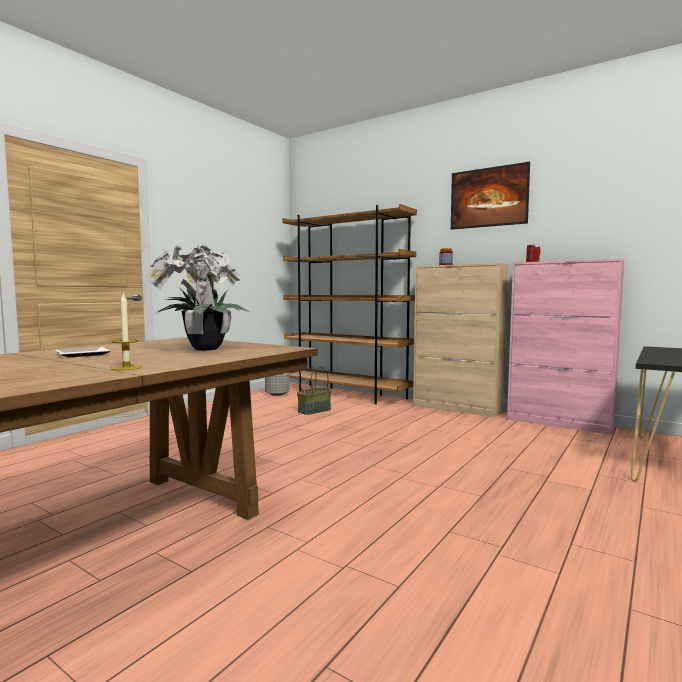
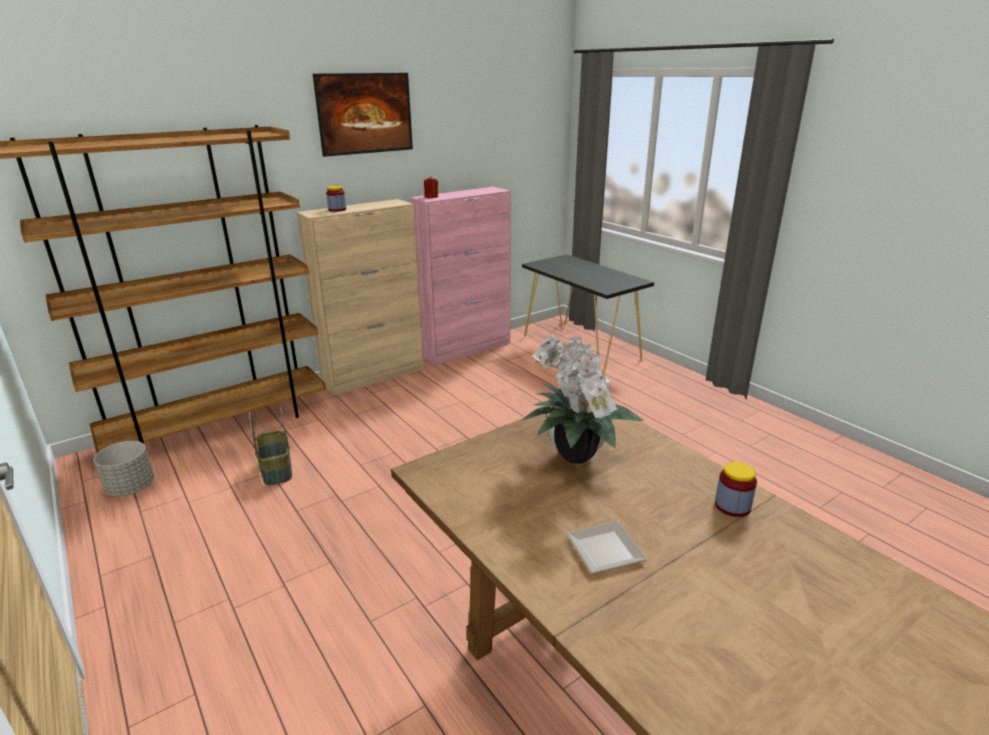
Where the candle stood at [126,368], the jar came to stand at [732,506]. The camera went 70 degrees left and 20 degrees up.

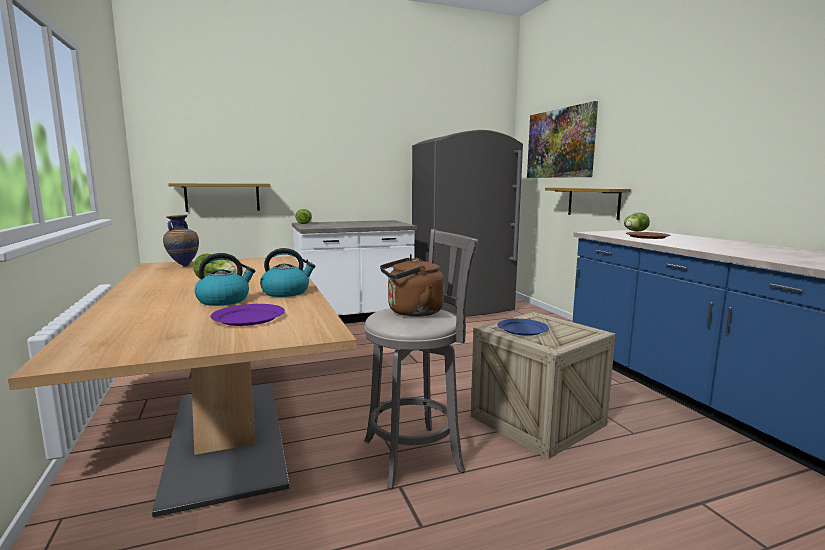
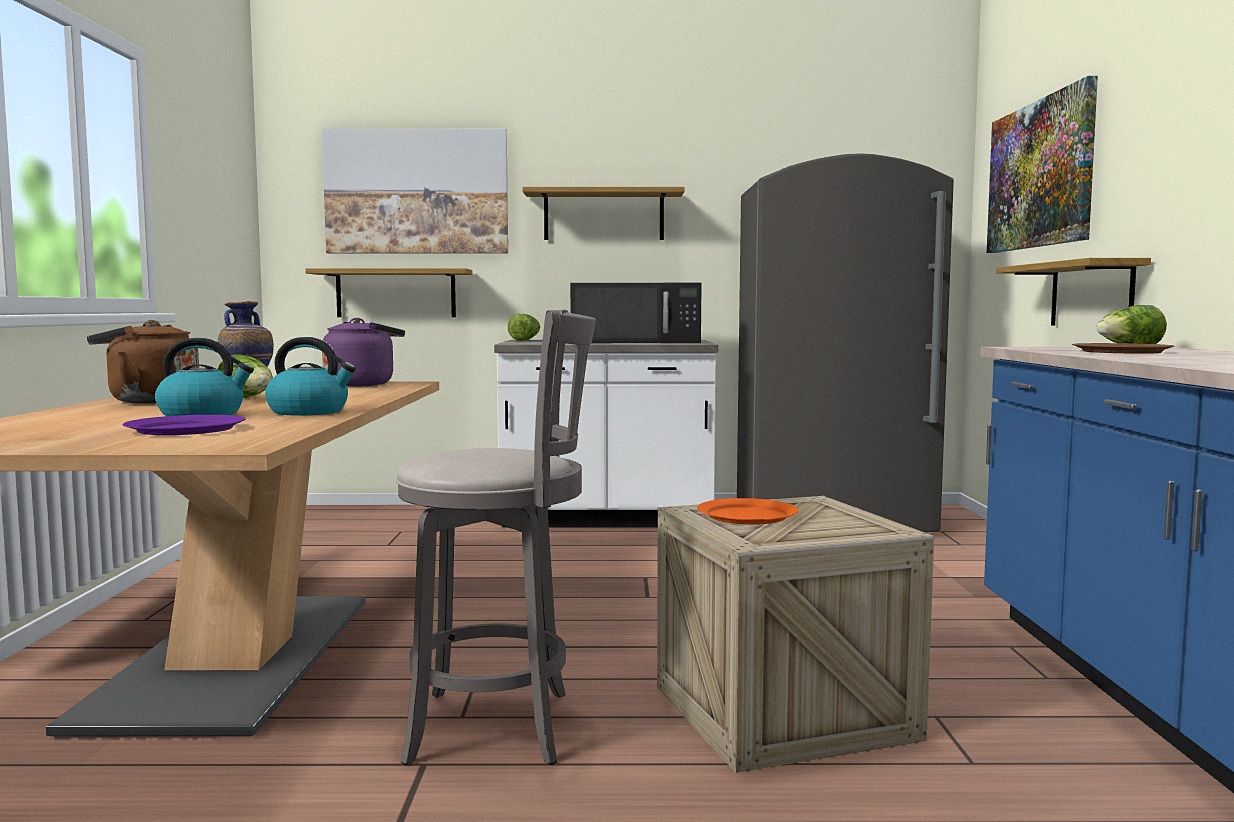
The kettle in brown ended up elsewhere, having gone from [411,312] to [148,401]. What was the plate in blue at [522,329] turned into the plate in orange at [746,516]. The second view gained the picture at [417,192]. The second view gained the shelf at [603,216]. The second view gained the microwave in black at [639,341]. The second view gained the kettle in purple at [363,384]. The camera went 20 degrees right and 5 degrees down.

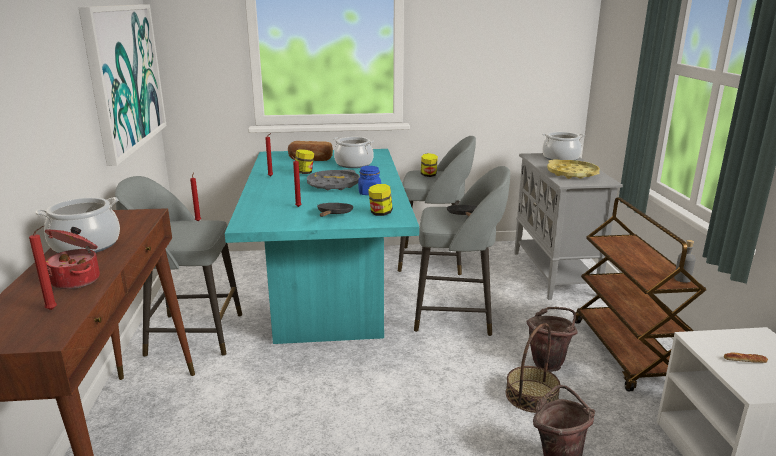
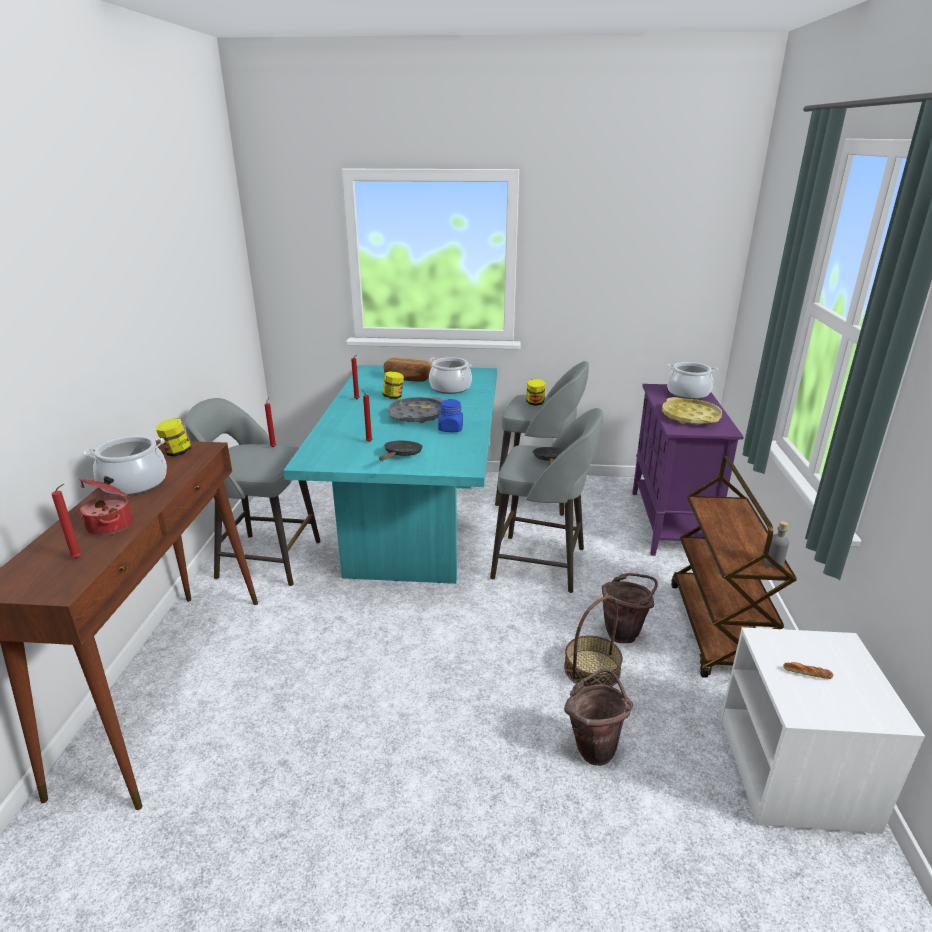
The second view lost the picture at [125,77]. What was the cabinet in grey at [555,274] turned into the cabinet in purple at [670,523]. The jar ended up elsewhere, having gone from [380,213] to [177,452]. The camera went 10 degrees right and 5 degrees up.

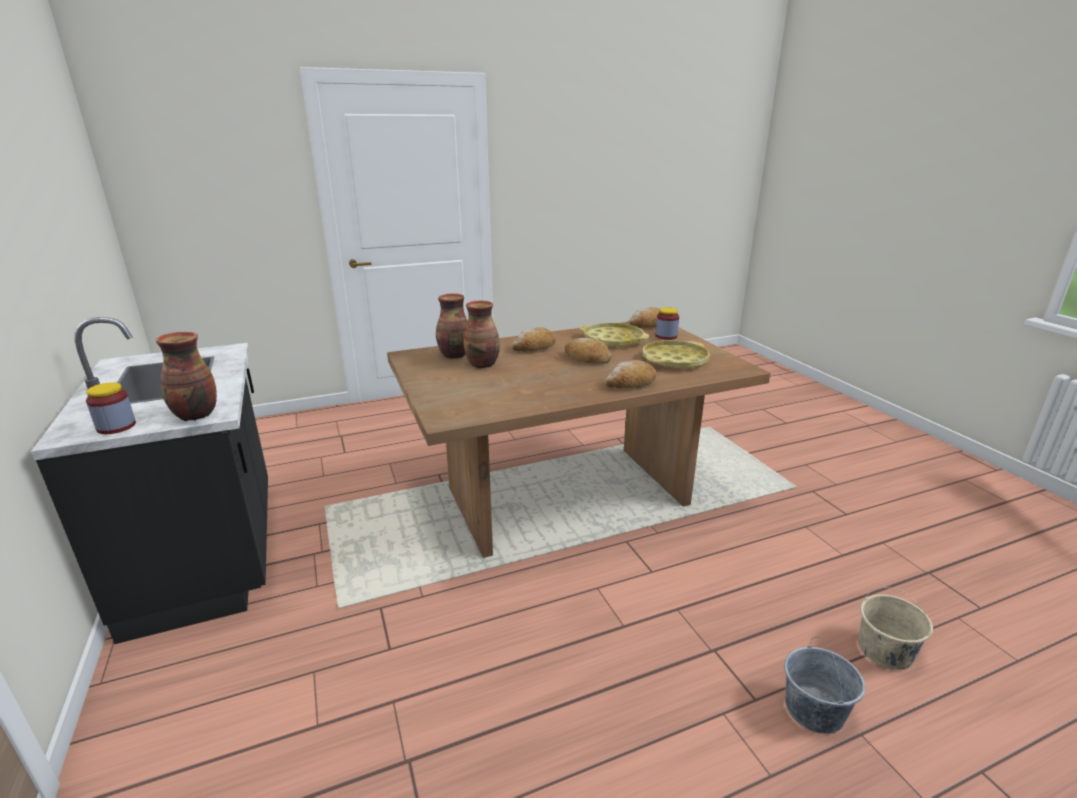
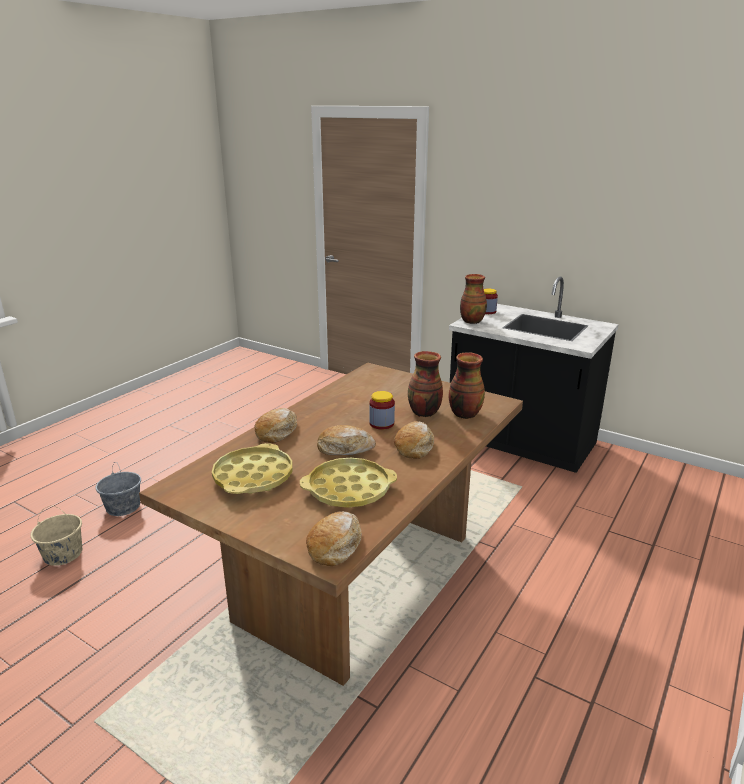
The jar ended up elsewhere, having gone from [666,336] to [381,423]. The camera went 145 degrees right and 0 degrees up.

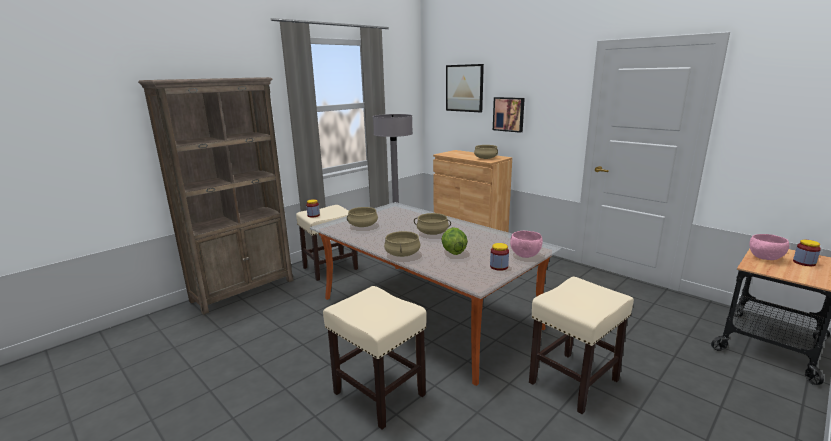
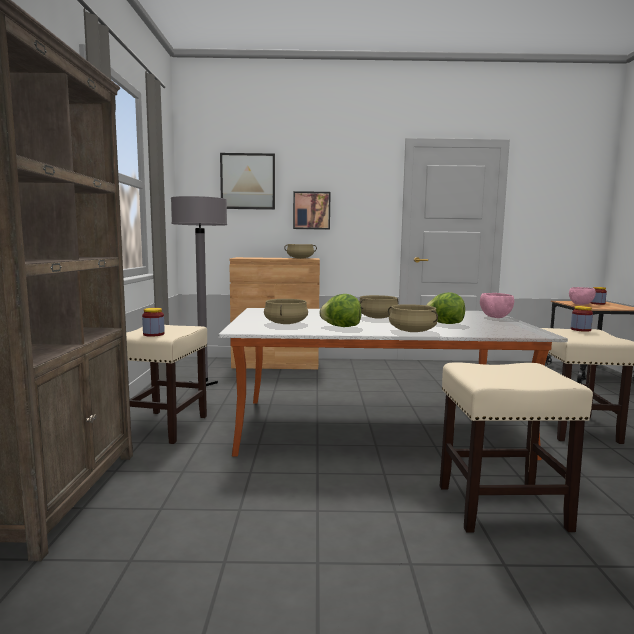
The jar ended up elsewhere, having gone from [499,266] to [580,330]. The second view gained the lettuce at [341,327]. The camera went 45 degrees left and 10 degrees down.

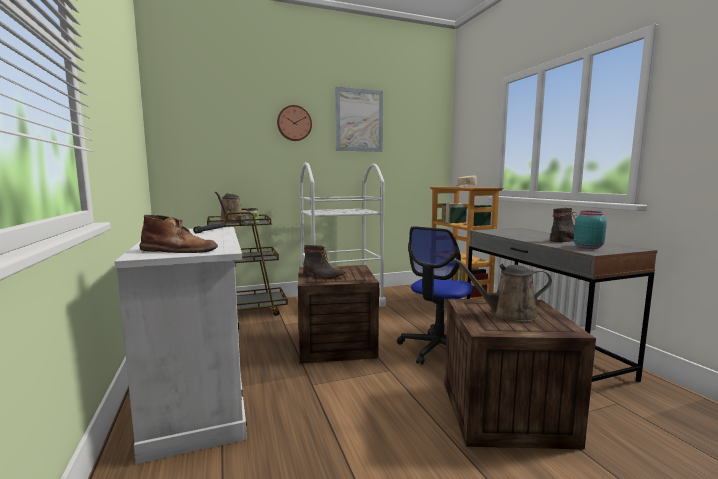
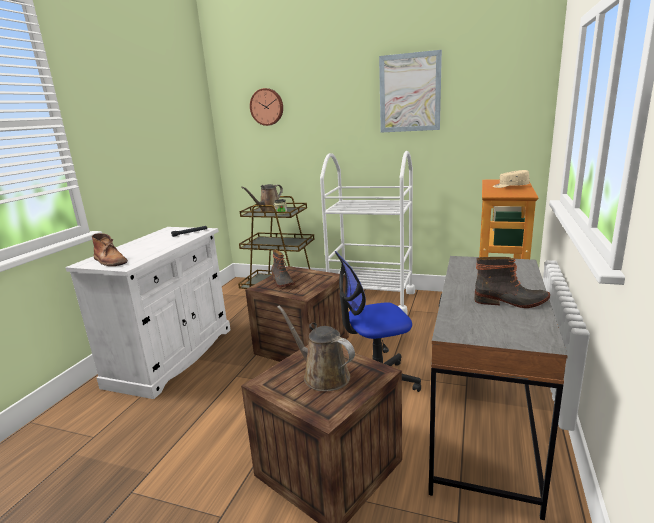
The wall clock ended up elsewhere, having gone from [294,123] to [267,107]. The second view lost the jar in turquoise at [587,247]. The camera went 40 degrees right and 10 degrees up.

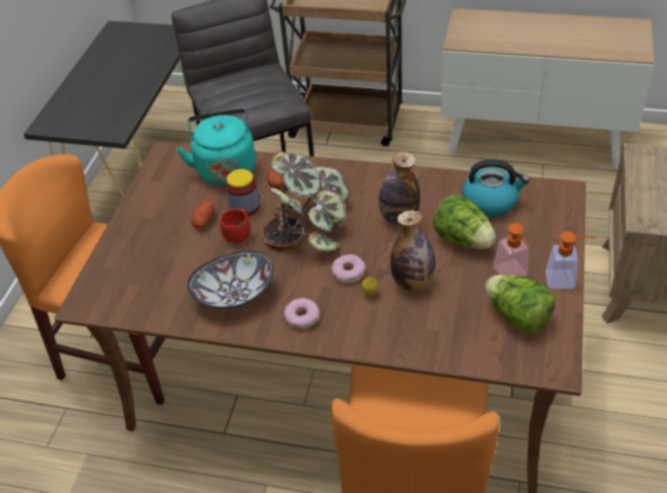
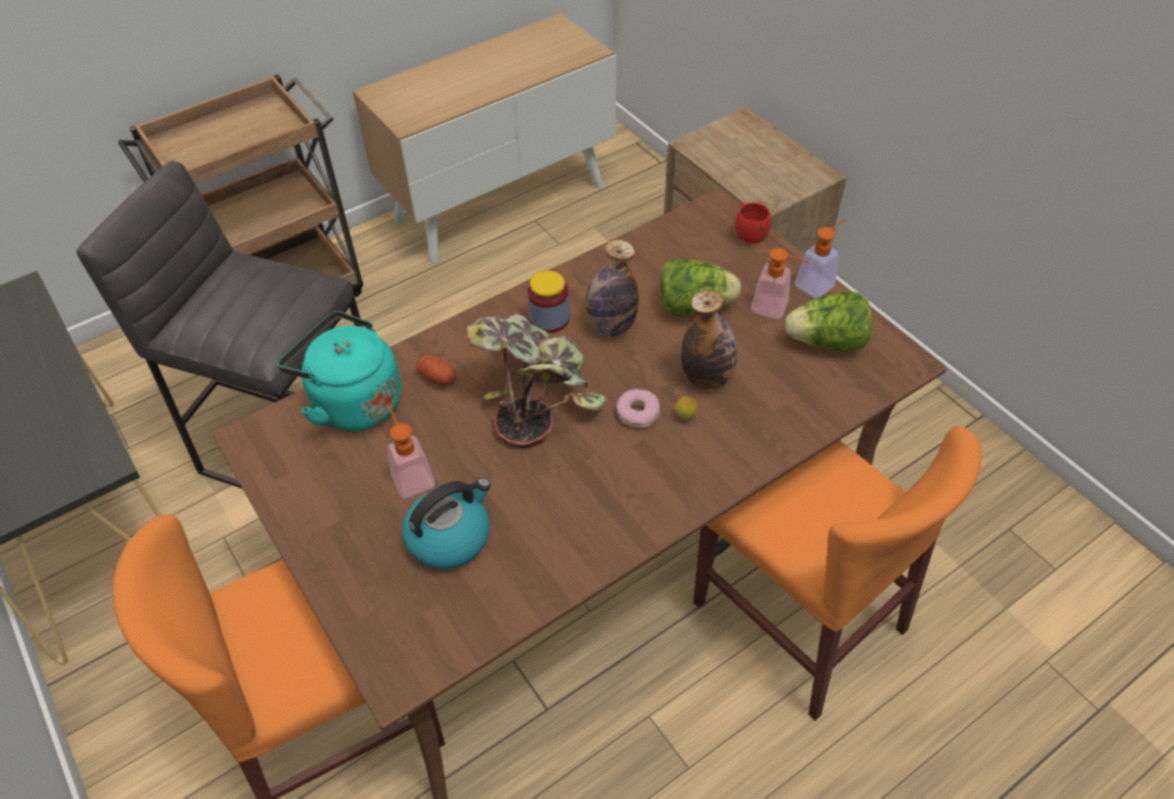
The kettle ended up elsewhere, having gone from [491,201] to [450,537]. The jar ended up elsewhere, having gone from [245,206] to [549,319]. Where the potato stood at [204,220], the soap dispenser came to stand at [411,475]. The mug in red ended up elsewhere, having gone from [239,234] to [748,233]. The second view lost the bowl at [234,295]. The second view lost the donut at [302,317]. The camera went 50 degrees left and 5 degrees up.

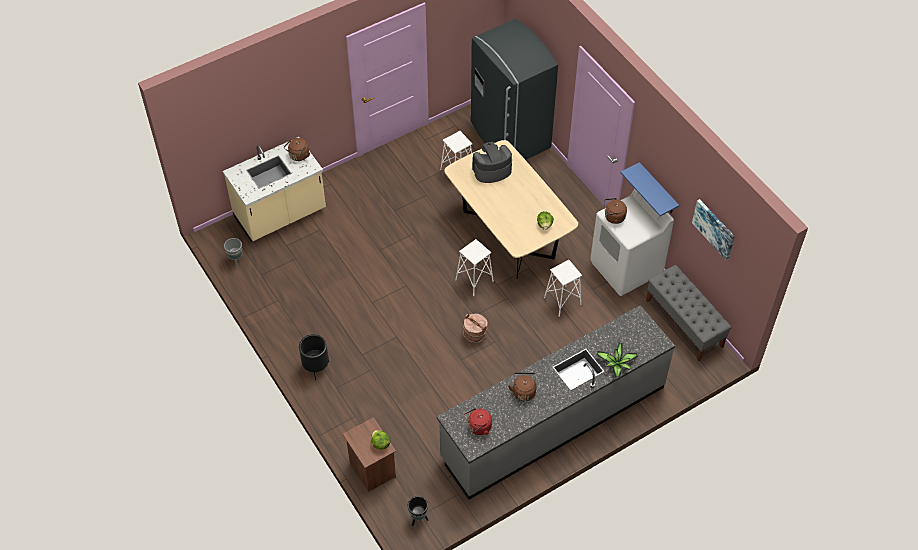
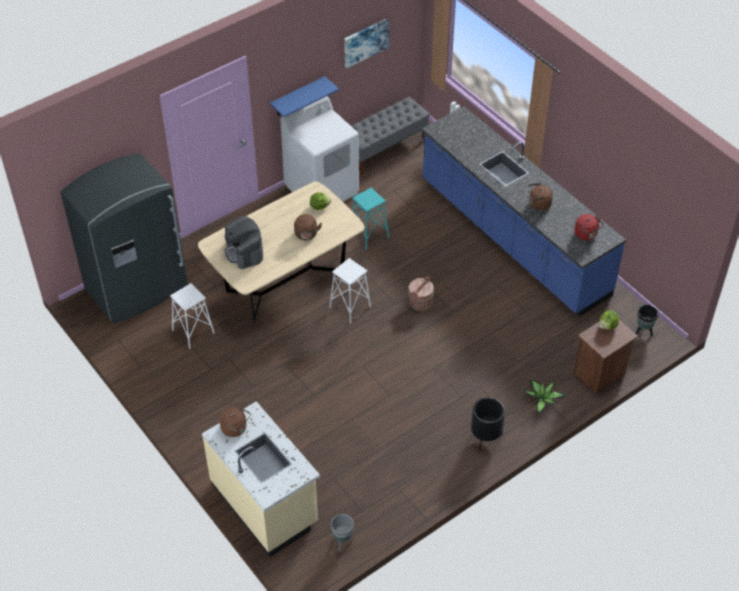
The kettle in brown ended up elsewhere, having gone from [613,217] to [306,235]. What was the stool in white at [562,301] turned into the stool in turquoise at [369,236]. What was the counter in grey at [553,422] turned into the counter in blue at [513,238]. The potted plant ended up elsewhere, having gone from [617,364] to [542,399]. The camera went 95 degrees left and 5 degrees down.

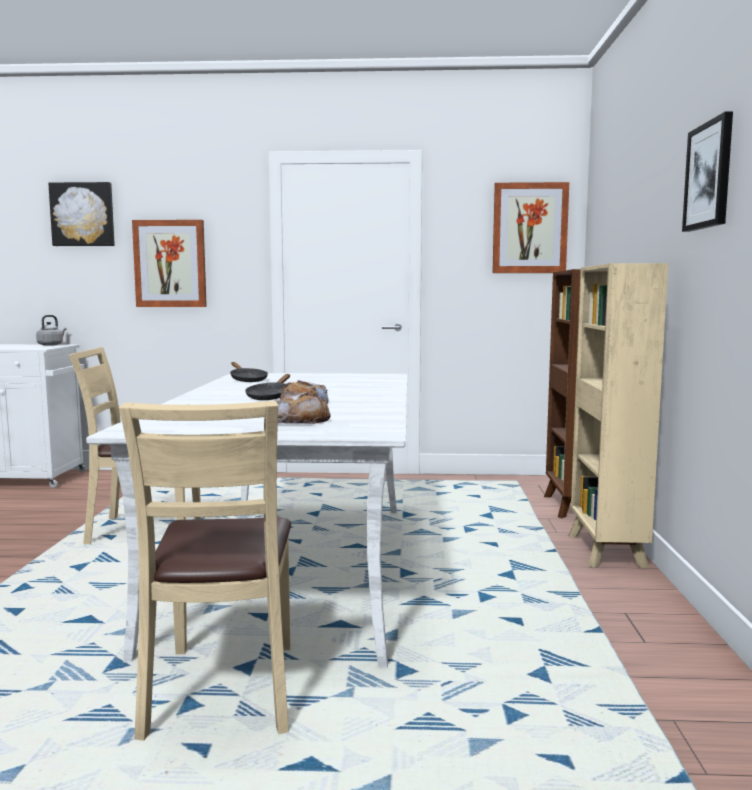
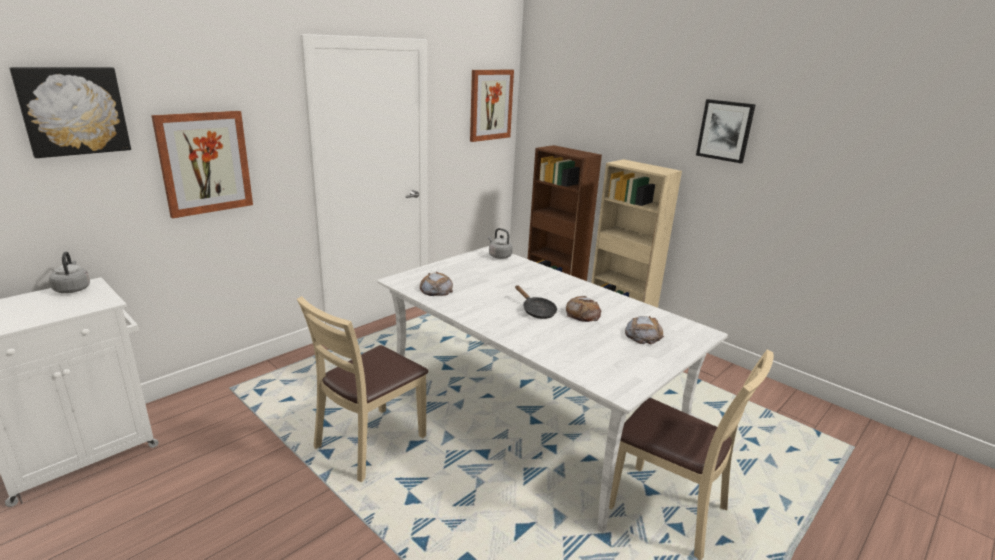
Where the frying pan in black stood at [247,380], the bread came to stand at [436,289]. The second view gained the kettle in grey at [499,256]. The camera went 50 degrees left and 15 degrees up.

